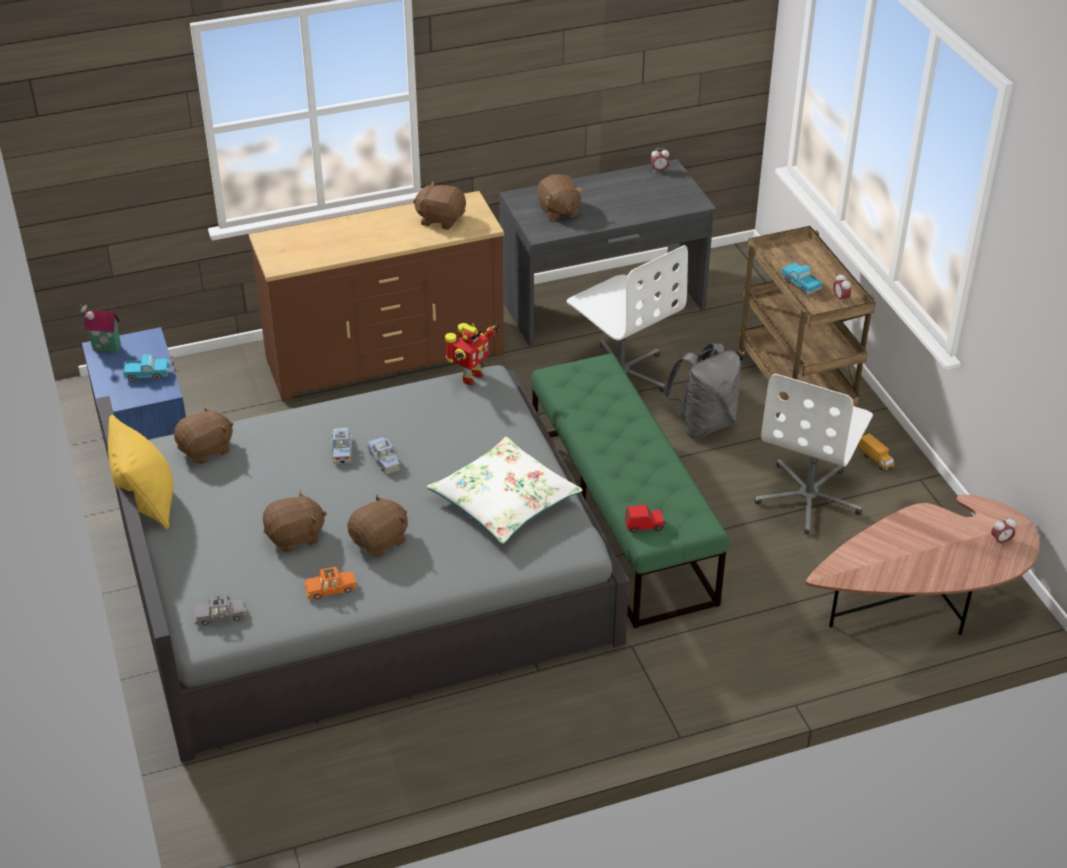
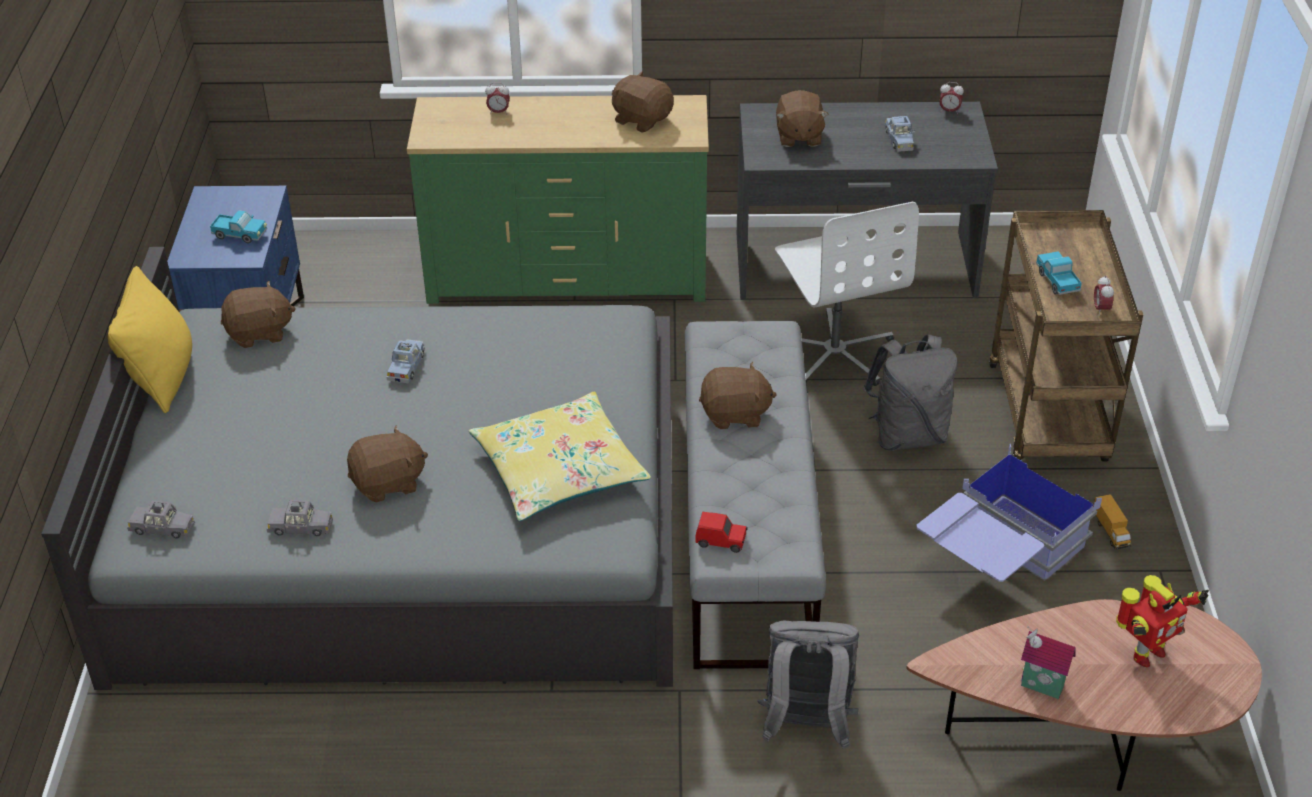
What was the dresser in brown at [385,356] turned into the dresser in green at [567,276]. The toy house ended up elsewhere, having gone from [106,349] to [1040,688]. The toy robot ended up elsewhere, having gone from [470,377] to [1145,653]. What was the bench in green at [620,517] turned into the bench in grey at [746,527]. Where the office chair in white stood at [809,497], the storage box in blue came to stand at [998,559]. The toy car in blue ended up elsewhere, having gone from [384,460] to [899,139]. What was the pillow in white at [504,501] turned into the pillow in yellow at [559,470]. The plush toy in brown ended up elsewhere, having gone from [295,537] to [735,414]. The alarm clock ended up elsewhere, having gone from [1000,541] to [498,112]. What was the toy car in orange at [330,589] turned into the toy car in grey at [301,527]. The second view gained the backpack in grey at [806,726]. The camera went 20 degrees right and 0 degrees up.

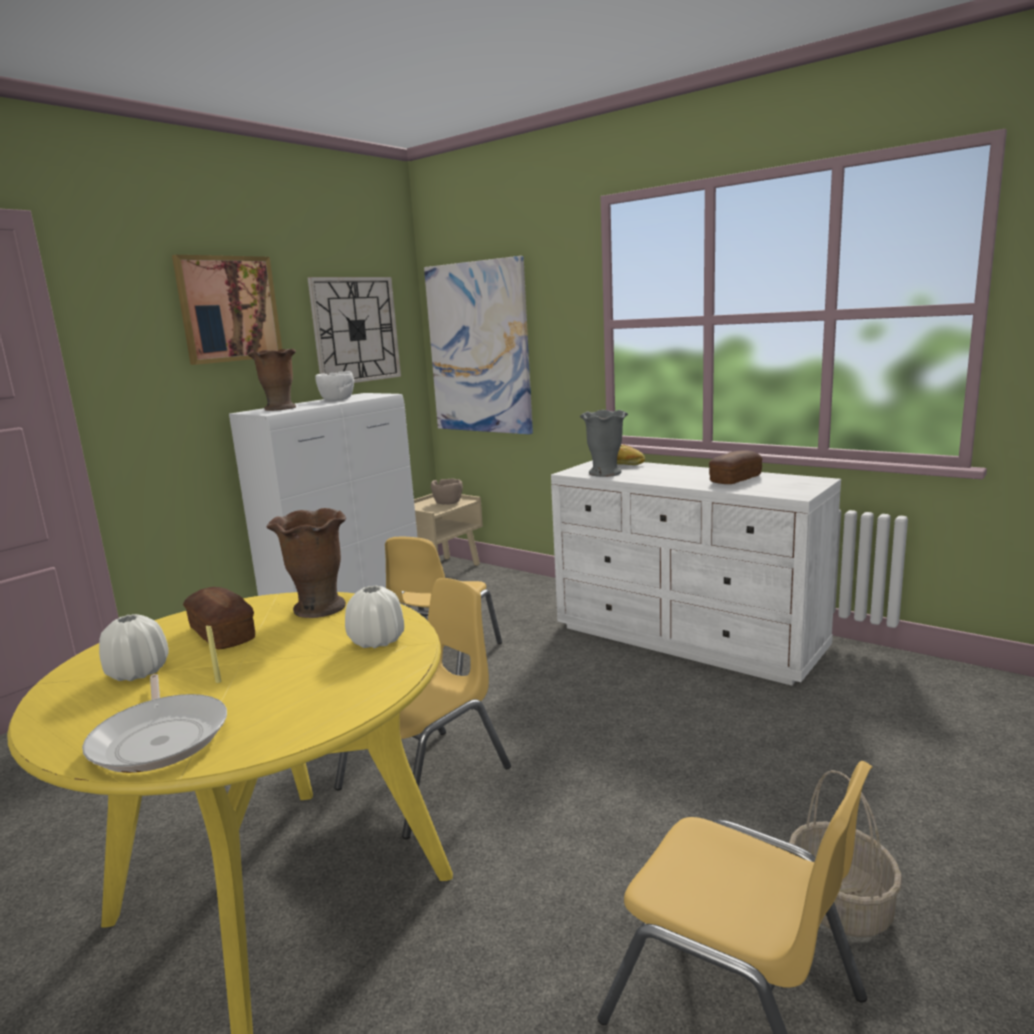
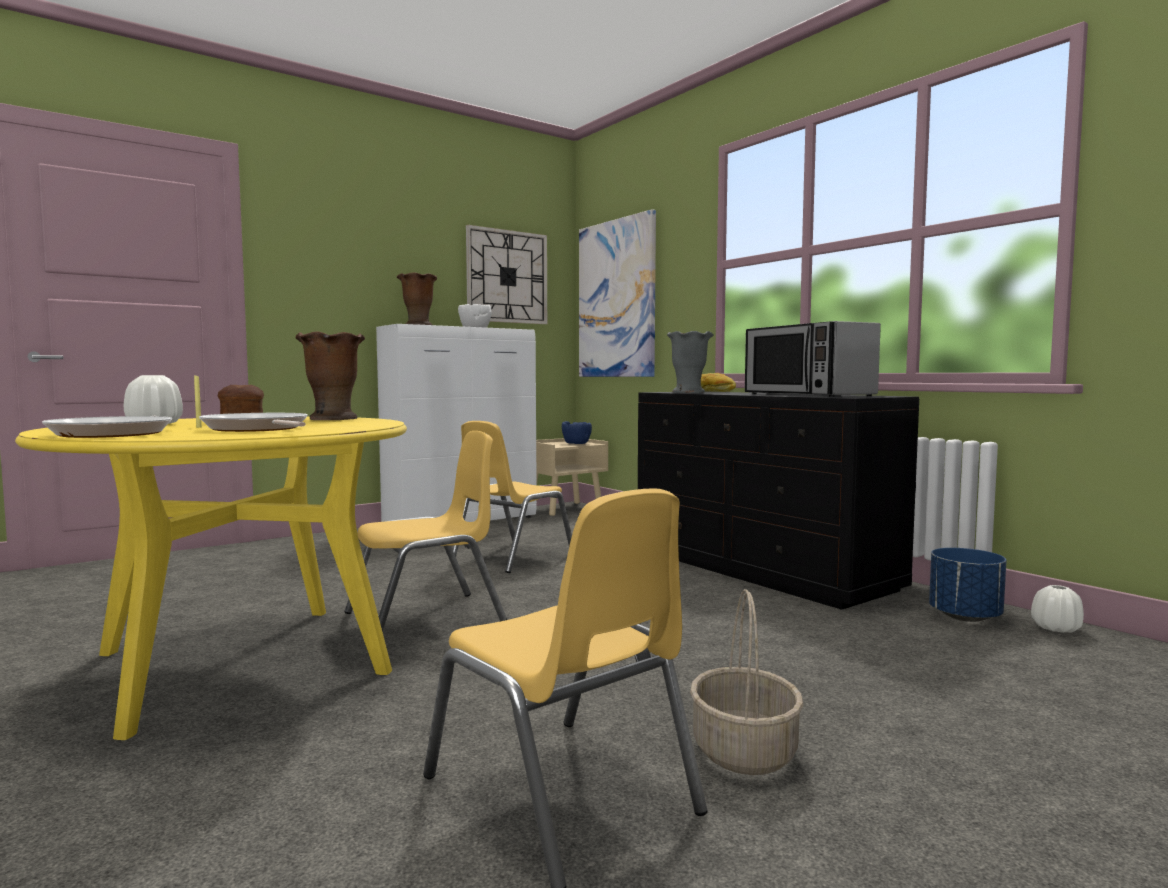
The second view lost the picture at [229,309]. Where the bread stood at [735,479], the microwave came to stand at [807,394]. What was the dresser in white at [688,638] turned into the dresser in black at [760,569]. What was the bowl in brown at [448,503] turned into the bowl in blue at [576,443]. The vase in white ended up elsewhere, having gone from [377,641] to [1056,628]. The second view gained the frying pan at [257,429]. The second view gained the planter in blue at [965,617]. The camera went 15 degrees right and 10 degrees down.

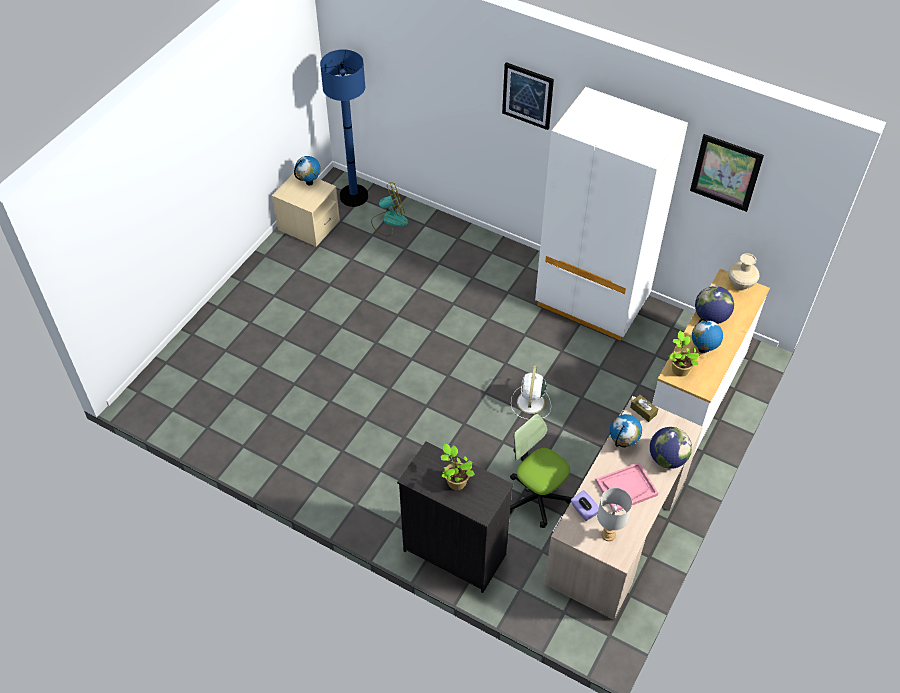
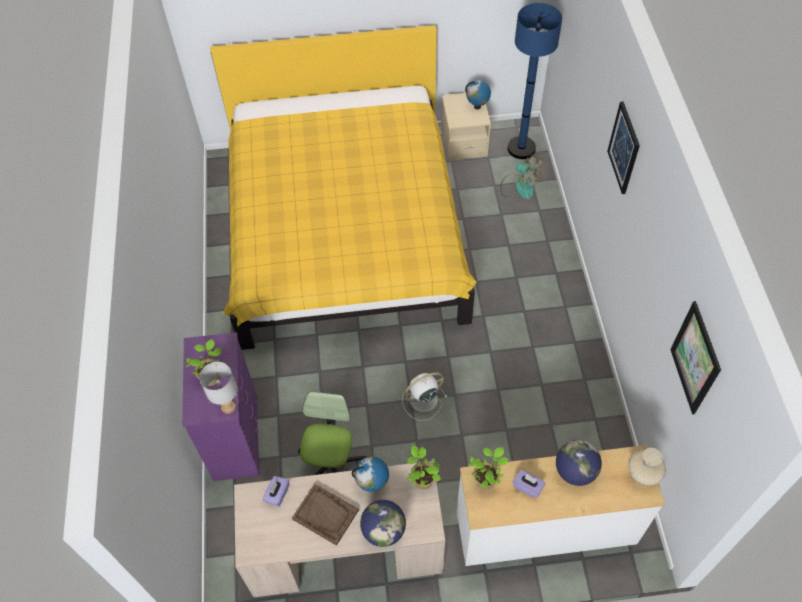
The second view lost the wardrobe in white at [592,302]. Where the globe stood at [703,349], the tissue box in purple came to stand at [527,487]. Where the tissue box in brown stood at [643,411], the potted plant came to stand at [422,479]. What was the dresser in black at [454,552] turned into the dresser in purple at [236,437]. What was the tray in pink at [626,488] turned into the tray in brown at [325,514]. The table lamp in grey ended up elsewhere, having gone from [608,535] to [228,407]. The second view gained the bed in yellow at [344,232]. The camera went 55 degrees right and 5 degrees up.

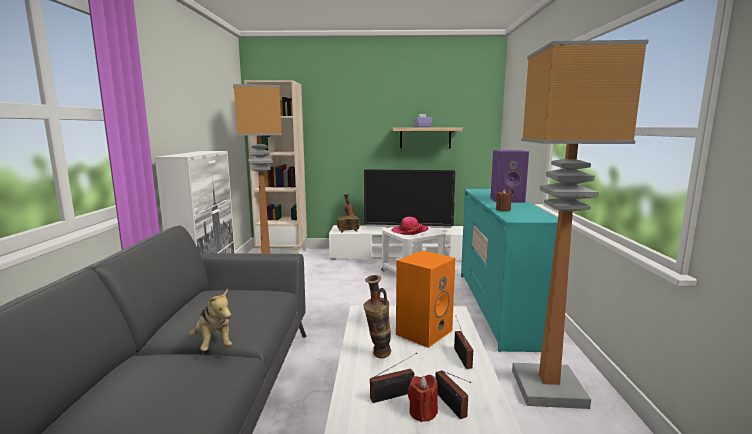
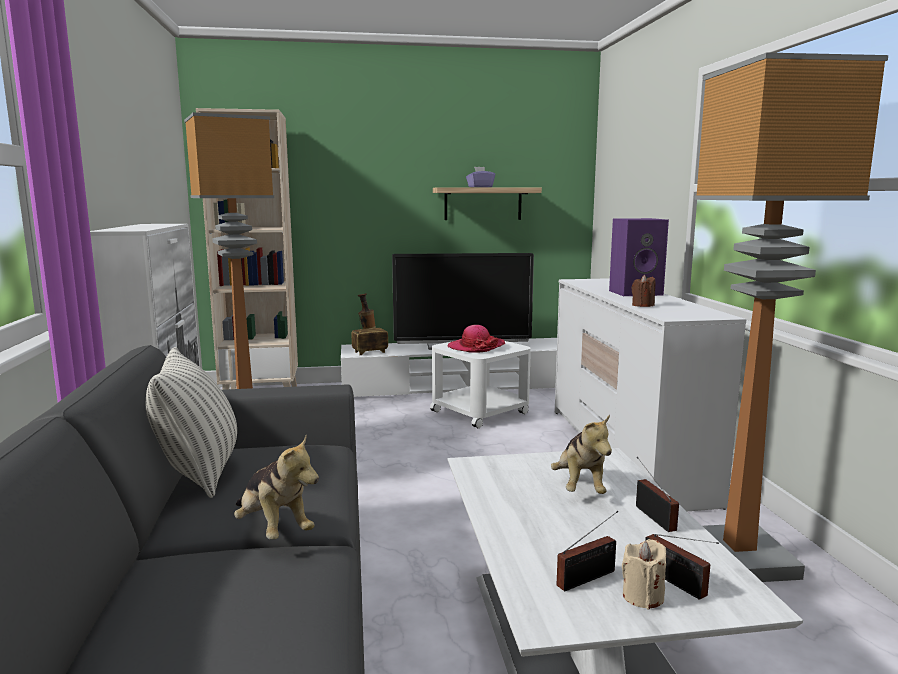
What was the dresser in turquoise at [498,307] turned into the dresser in white at [625,453]. Where the speaker in orange stood at [424,331], the plush toy came to stand at [580,487]. The second view lost the vase at [378,356]. What was the candle in red at [422,412] turned into the candle in beige at [643,596]. The second view gained the pillow at [199,472]. The camera went 10 degrees left and 0 degrees up.

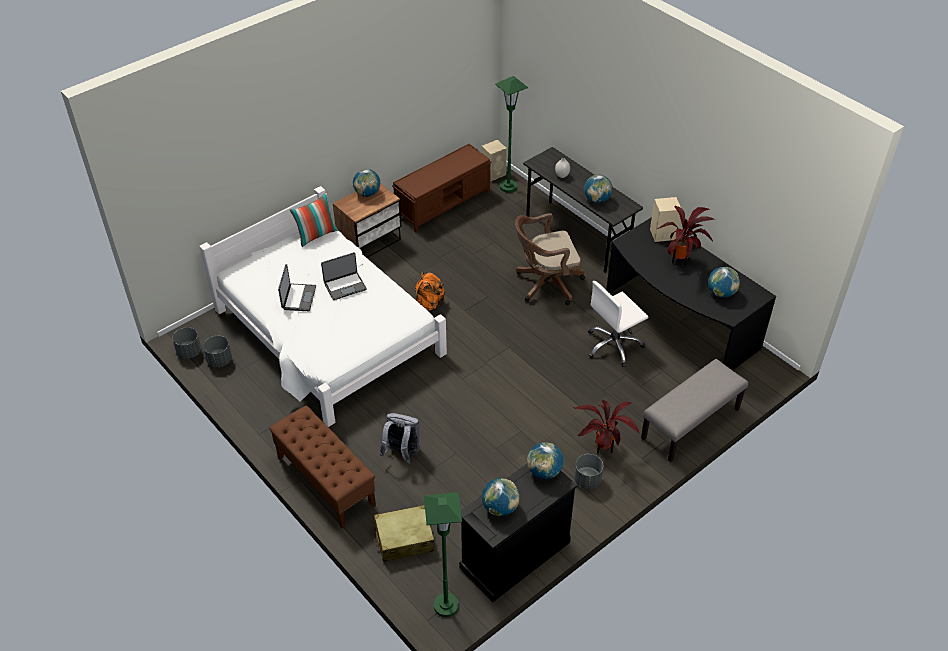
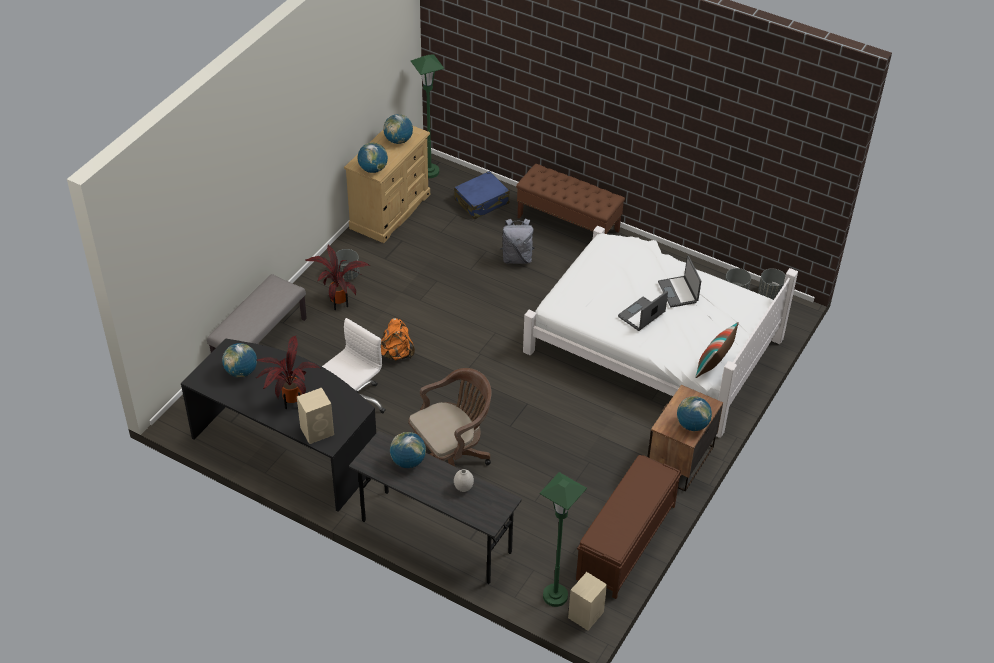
The backpack in orange ended up elsewhere, having gone from [428,305] to [397,354]. What was the dresser in black at [514,555] turned into the dresser in beige at [390,211]. What was the suitcase in beige at [404,539] turned into the suitcase in blue at [482,202]. The camera went 160 degrees right and 0 degrees up.

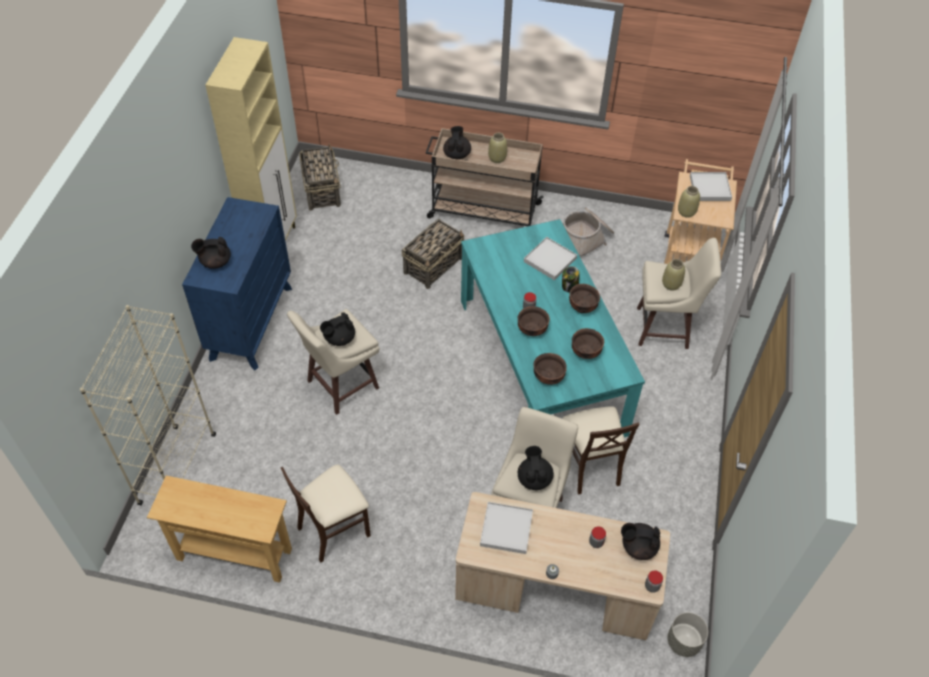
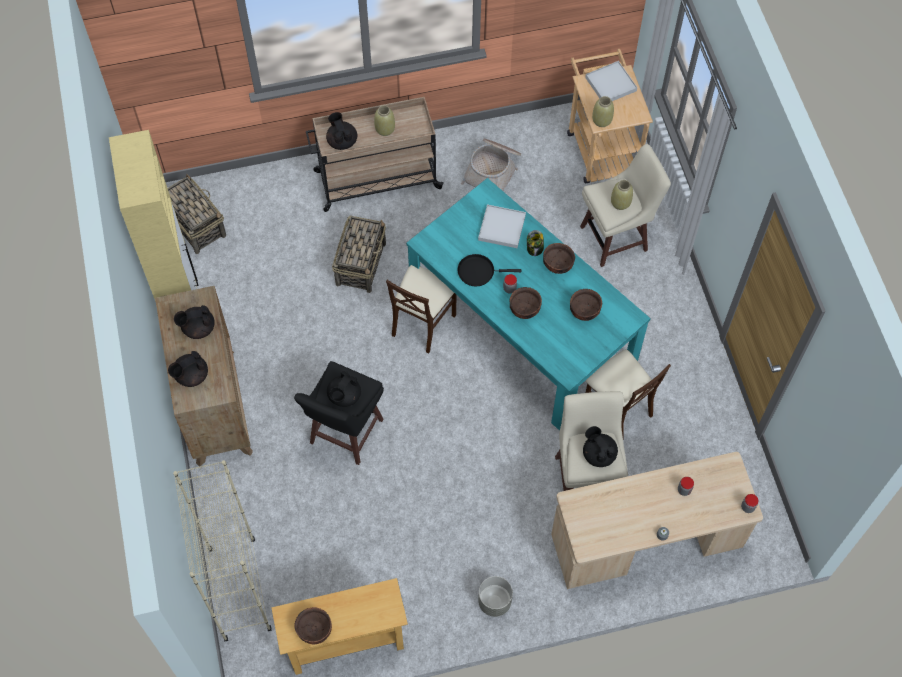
What was the dresser in blue at [251,322] turned into the dresser in brown at [215,406]. What was the stool in beige at [340,385] turned into the stool in black at [345,433]. The bowl in brown ended up elsewhere, having gone from [548,377] to [315,630]. The chair in beige ended up elsewhere, having gone from [334,529] to [422,323]. The second view lost the tray in white at [506,529]. The teapot in black ended up elsewhere, having gone from [638,546] to [198,328]. The planter in grey ended up elsewhere, having gone from [683,642] to [494,602]. The second view gained the frying pan in black at [478,271]. The camera went 25 degrees left and 10 degrees up.

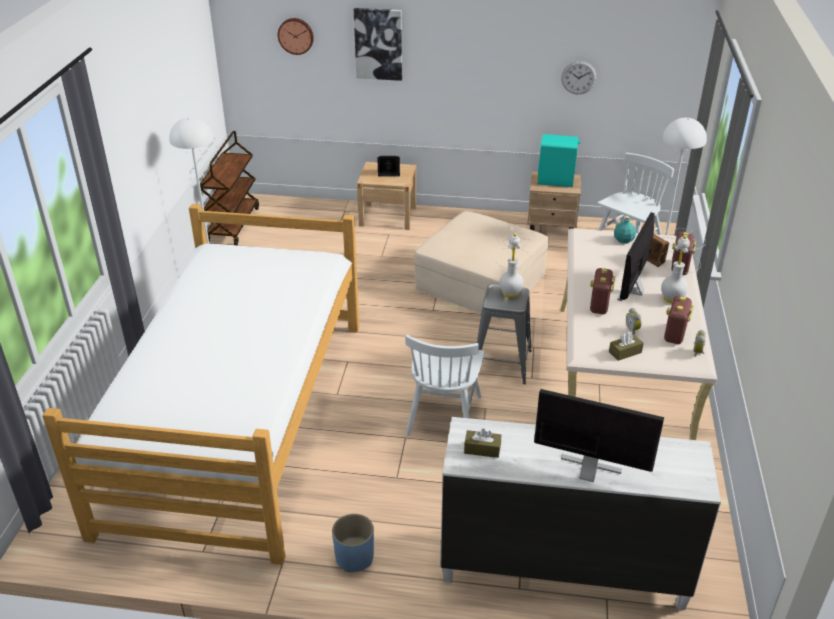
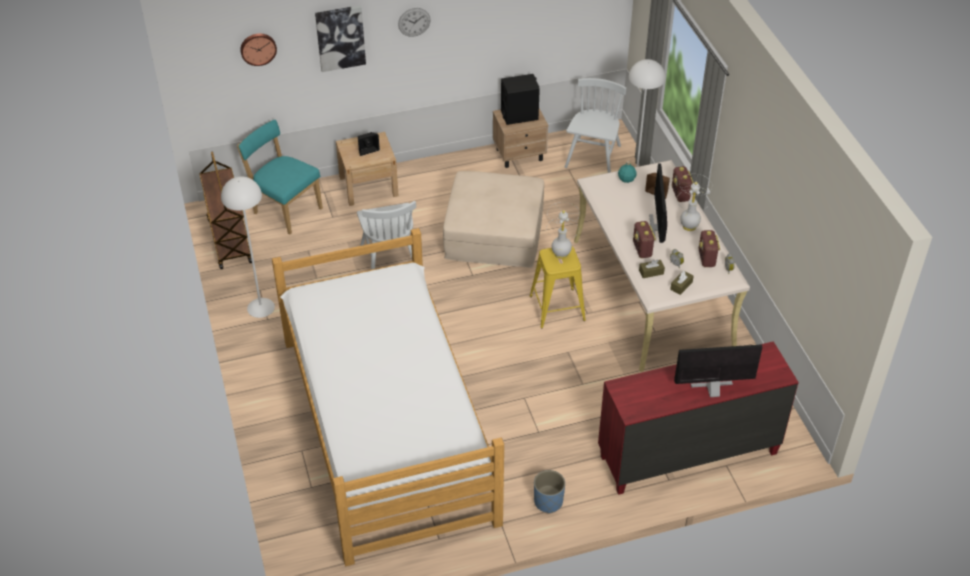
The wall clock ended up elsewhere, having gone from [578,77] to [414,22]. What was the speaker in turquoise at [556,180] turned into the speaker in black at [519,115]. What was the stool in grey at [501,363] turned into the stool in yellow at [557,308]. The chair in white ended up elsewhere, having gone from [443,415] to [390,258]. What was the dresser in white at [561,566] turned into the dresser in red at [687,454]. The tissue box in brown ended up elsewhere, having gone from [482,449] to [651,272]. The second view gained the chair in turquoise at [285,210]. The camera went 25 degrees left and 10 degrees up.

